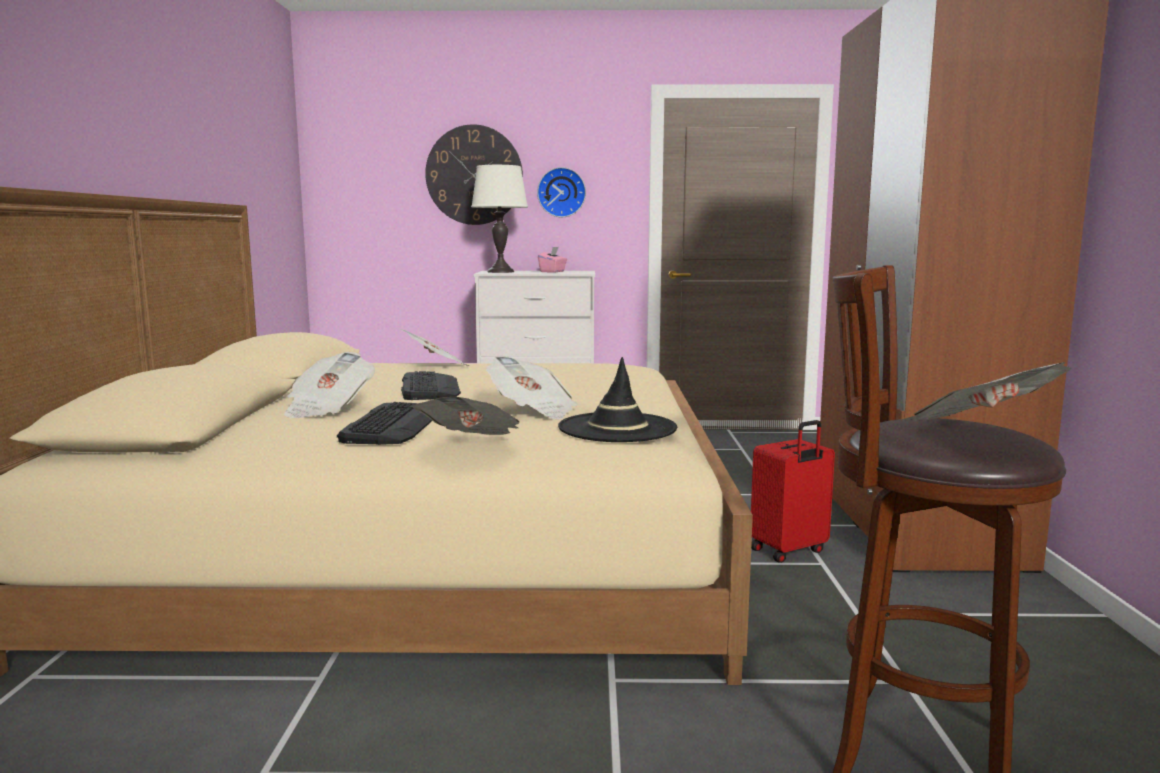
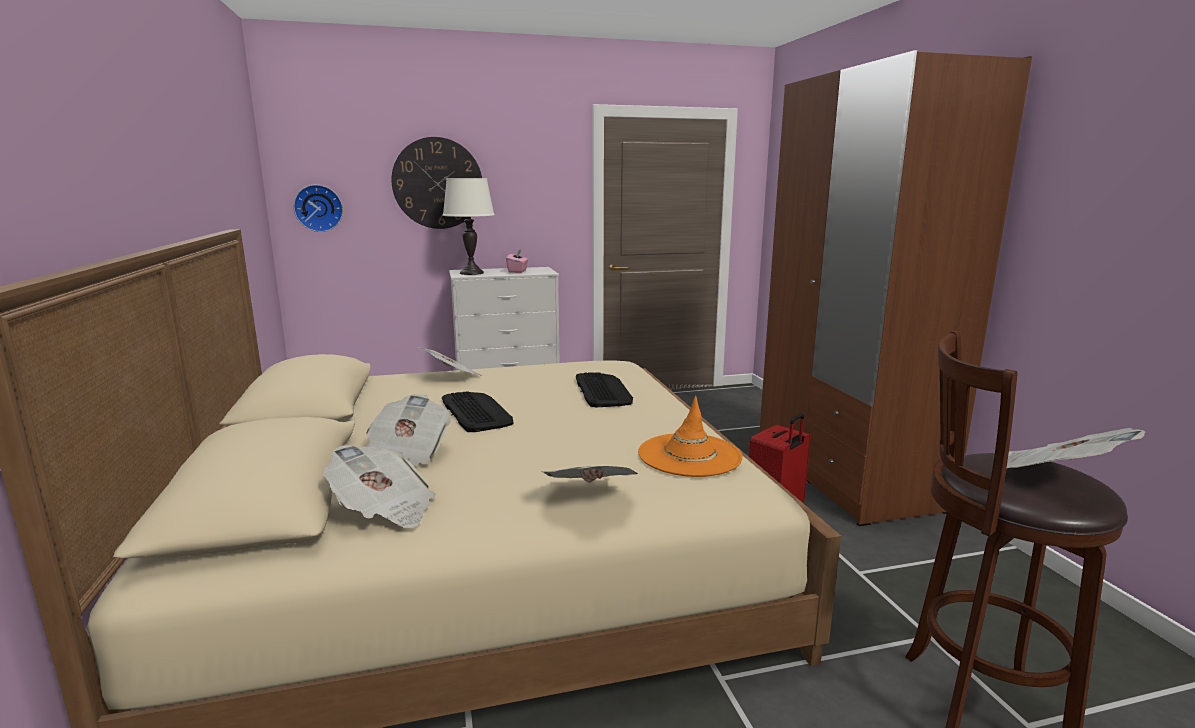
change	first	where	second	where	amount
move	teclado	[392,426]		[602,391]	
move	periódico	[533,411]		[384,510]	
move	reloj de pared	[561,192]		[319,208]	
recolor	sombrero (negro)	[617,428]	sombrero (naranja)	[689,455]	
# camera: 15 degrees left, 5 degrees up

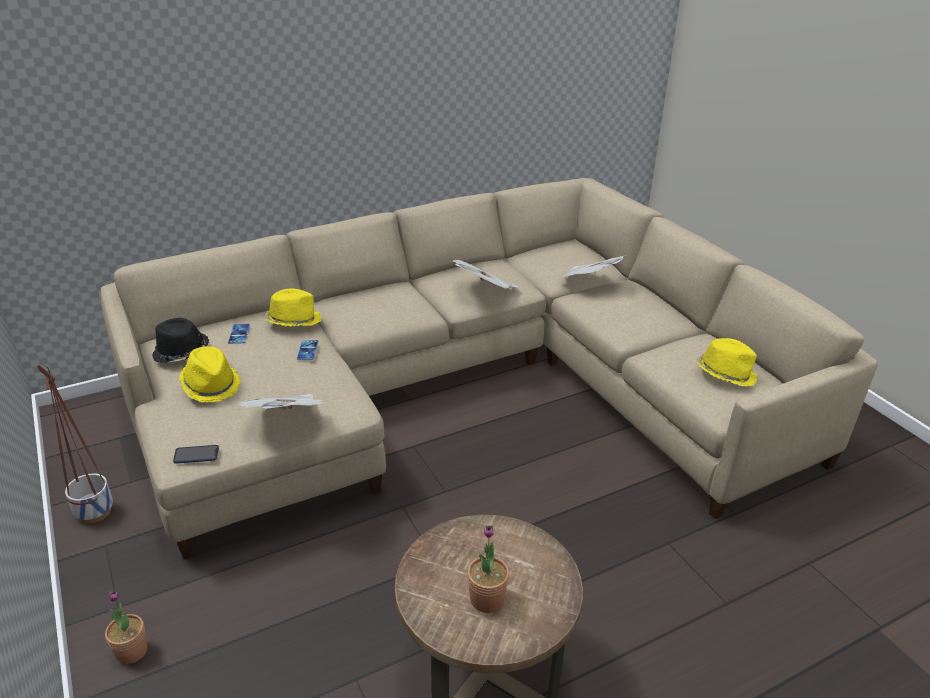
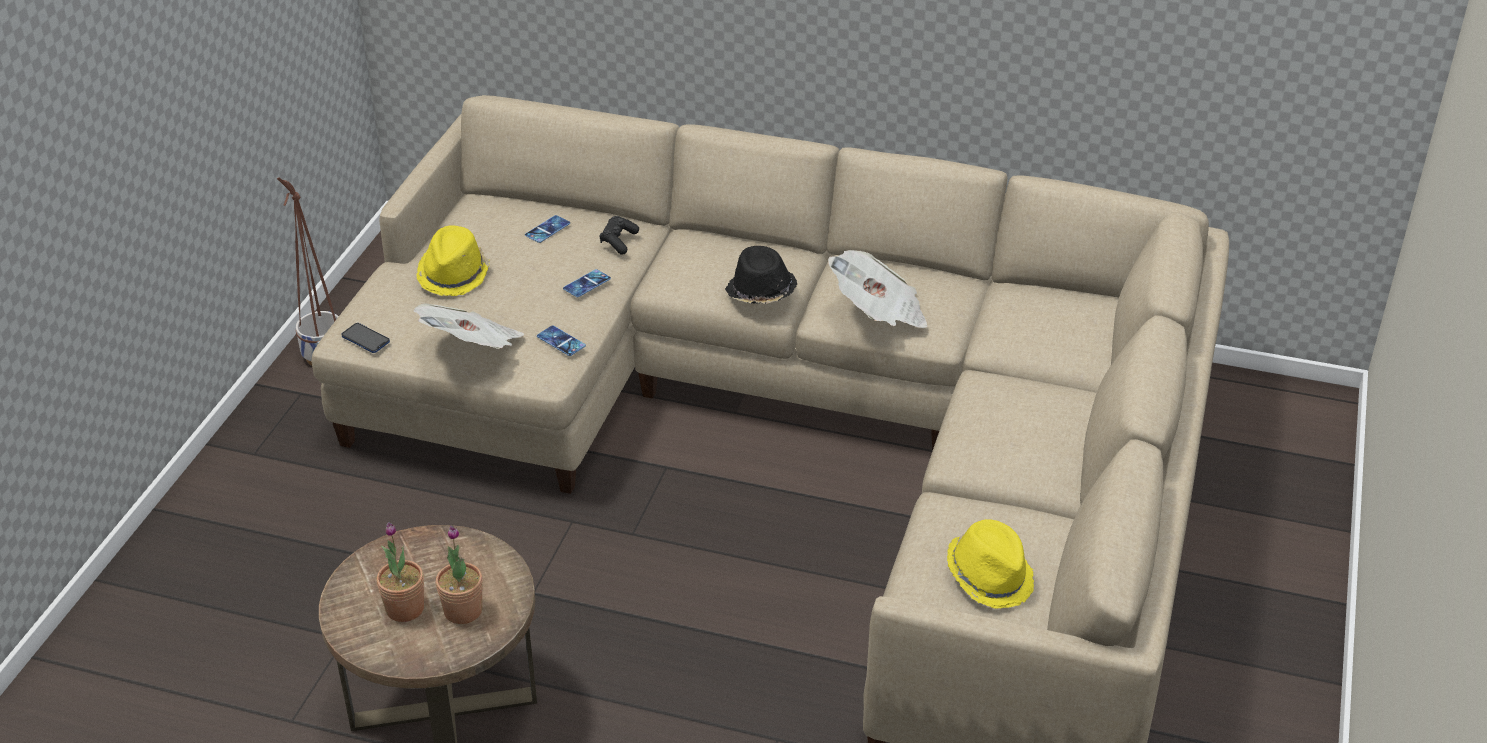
change	first	where	second	where	amount
move	planta en maceta	[132,651]		[463,611]	
move	sombrero (negro)	[181,353]		[761,292]	
replace	sombrero (amarillo)	[293,321]	mando de consola (negro)	[618,241]	
delete	periódico	[589,282]			
insert			móvil	[561,341]	
# camera: 45 degrees right, 5 degrees up

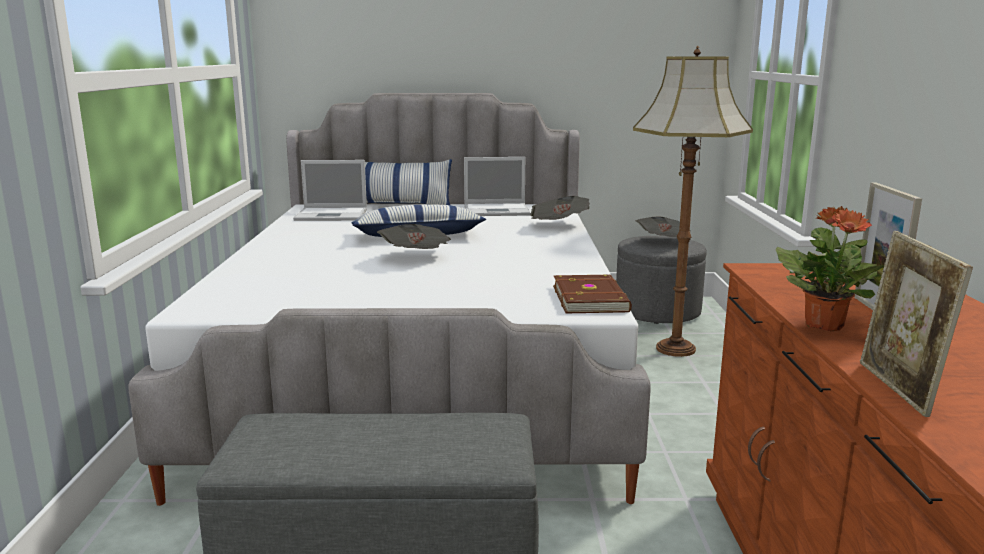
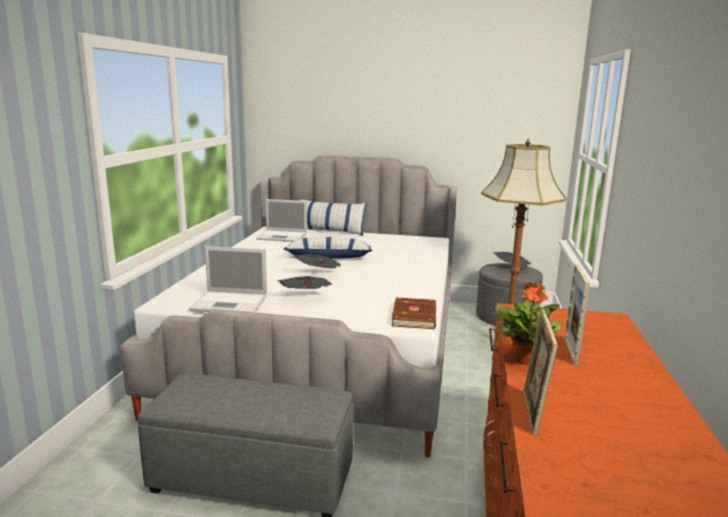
change	first	where	second	where	amount
move	portátil	[498,210]		[231,303]	
move	periódico	[559,226]		[305,297]	
# camera: 10 degrees right, 0 degrees up

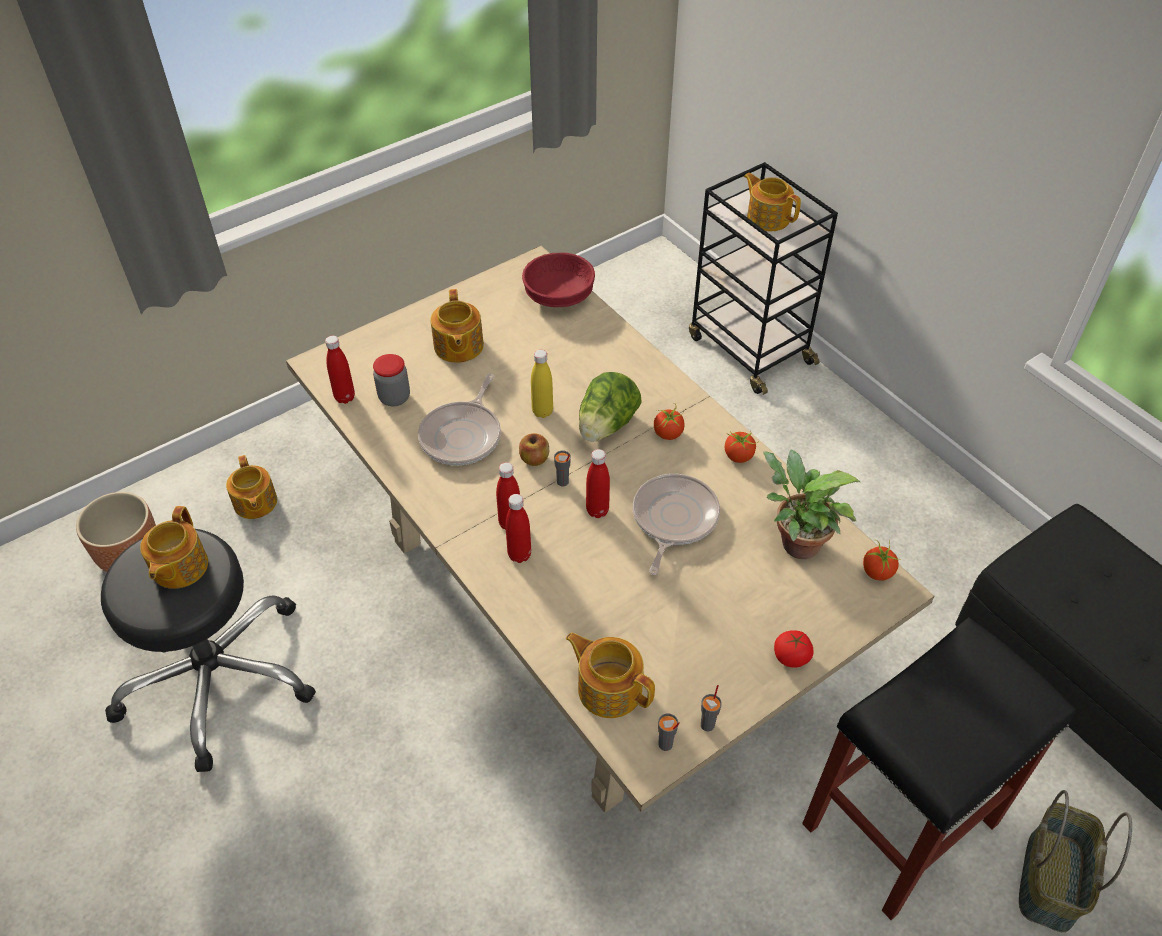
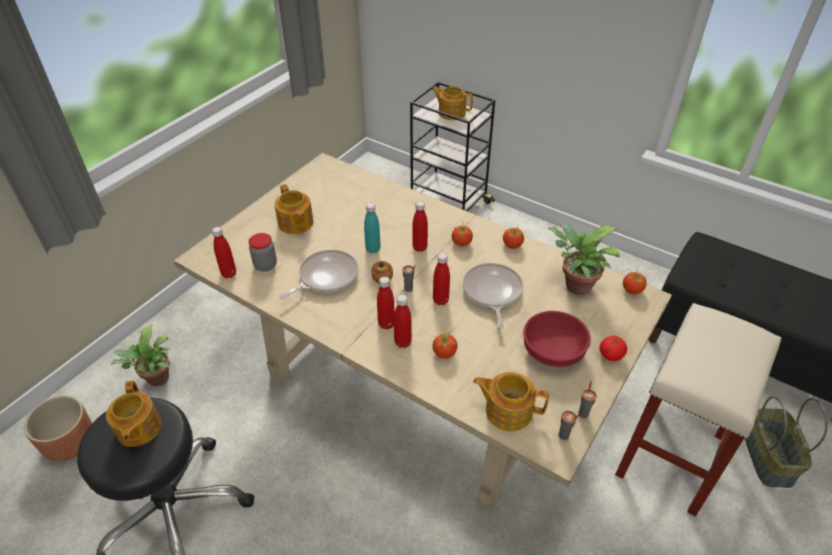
change	first	where	second	where	amount
replace	tetera	[255,503]	planta en maceta	[156,380]	
rotate	sartén	[463,435]		[326,277]	135 degrees counterclockwise
move	cuenco (rojo)	[560,296]		[554,350]	
recolor	botella (amarillo)	[542,411]	botella (turquesa)	[373,249]	
replace	lechuga	[606,426]	botella (rojo)	[419,247]	
recolor	taburete (negro)	[899,826]	taburete (beis)	[671,456]	
insert			tomate	[444,353]	
# camera: 20 degrees left, 5 degrees down

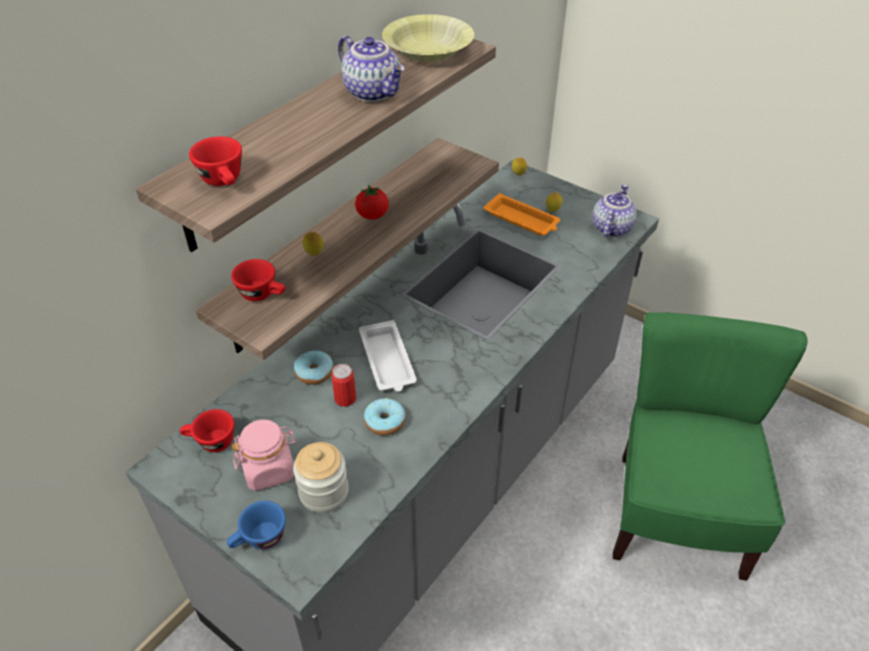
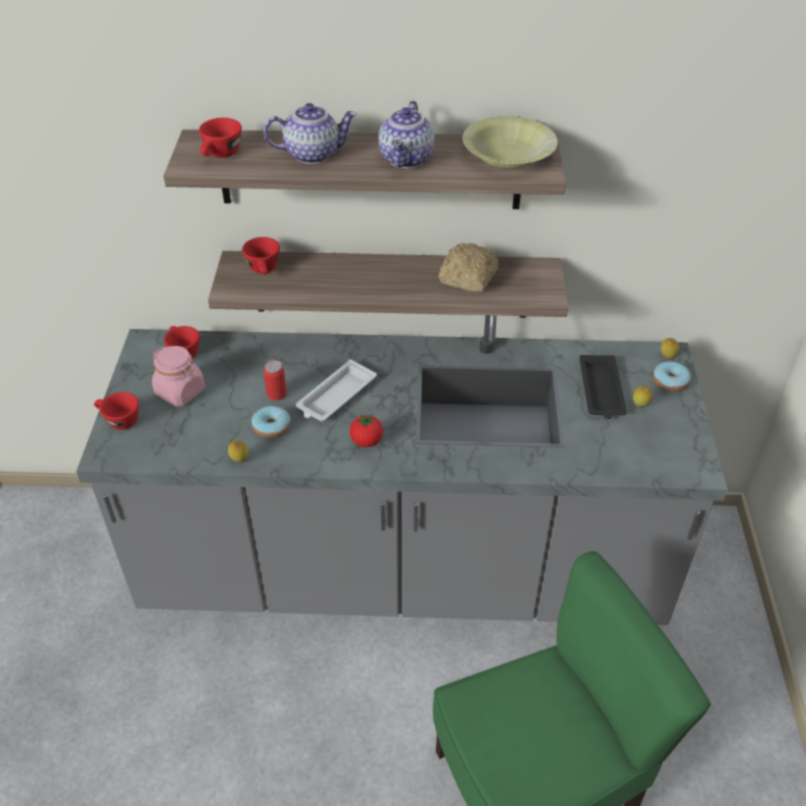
change	first	where	second	where	amount
recolor	taza (azul)	[259,540]	taza (rojo)	[118,420]	
delete	tarro	[324,492]			
move	rosquilla	[314,372]		[670,382]	
move	limón	[314,255]		[240,460]	
move	tomate	[372,215]		[366,441]	
recolor	bandeja (naranja)	[522,220]	bandeja (negro)	[601,391]	
move	tetera	[610,227]		[312,154]	
insert			pan	[467,278]	
# camera: 55 degrees right, 0 degrees up

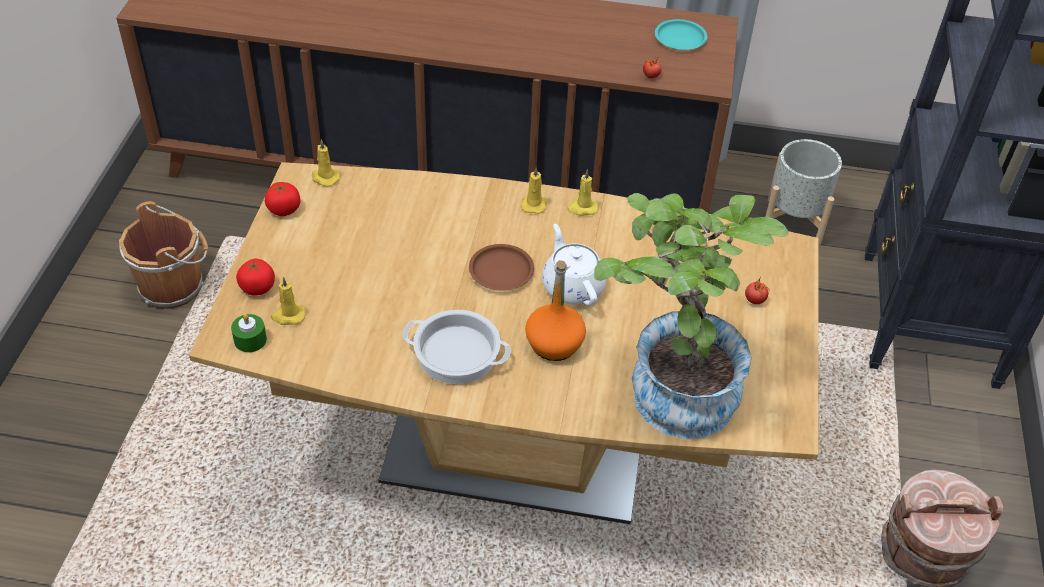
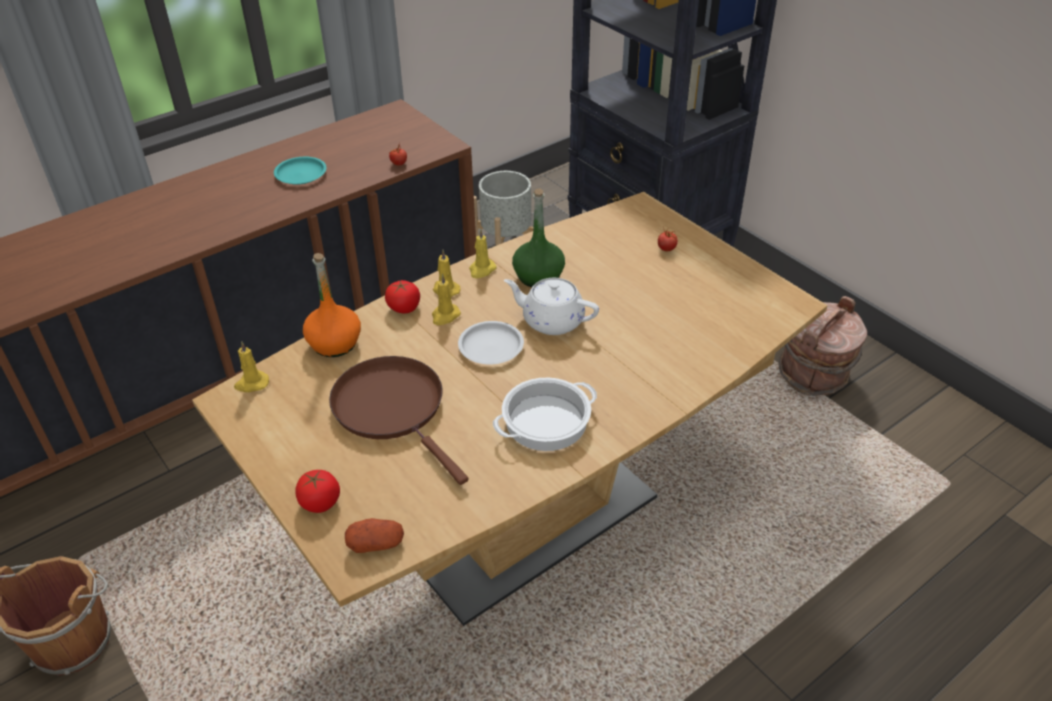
change	first	where	second	where	amount
replace	vela (verde)	[250,340]	patata	[376,544]	
move	tomate	[284,209]		[404,308]	
move	vela (amarillo)	[288,316]		[445,316]	
recolor	plato (marrón)	[501,271]	plato (blanco)	[490,347]	
move	botella (naranja)	[554,344]		[335,343]	
delete	planta en maceta	[670,388]			
move	plato (turquesa)	[680,39]		[301,174]	
insert			sartén (marrón)	[393,408]	
insert			botella (verde)	[538,277]	
# camera: 45 degrees left, 5 degrees down

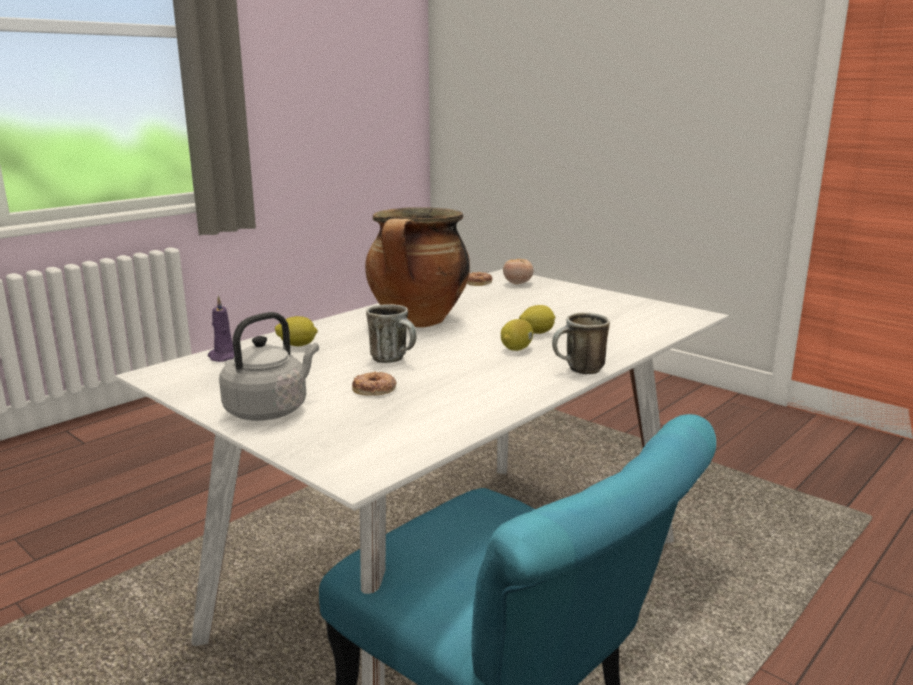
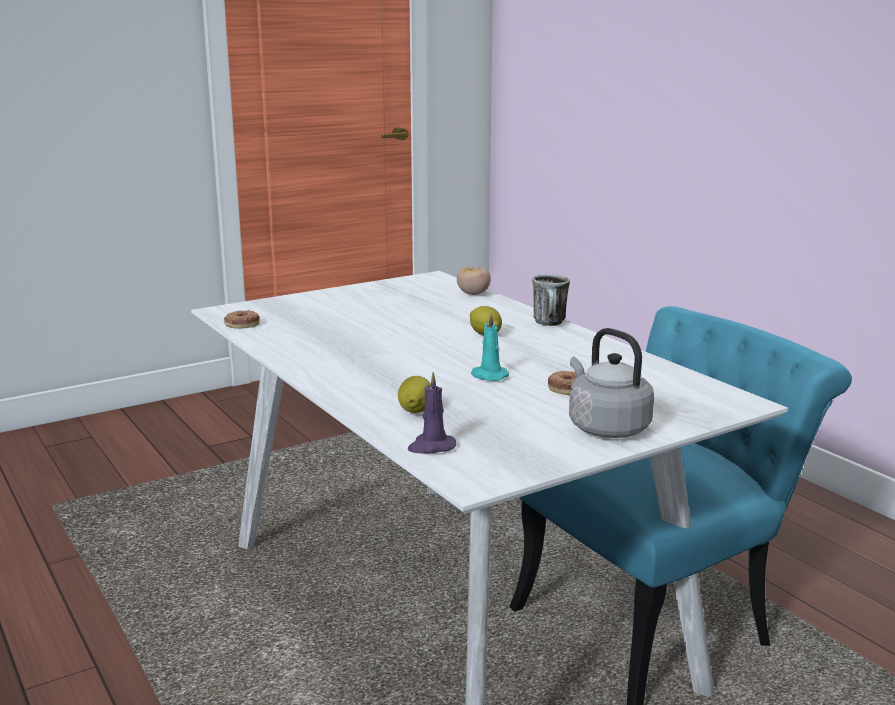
change	first	where	second	where	amount
delete	olla	[418,322]			
replace	taza grande	[394,359]	vela (turquesa)	[488,376]	
move	tomate	[517,283]		[473,294]	
delete	limón	[536,333]			
# camera: 75 degrees left, 0 degrees up

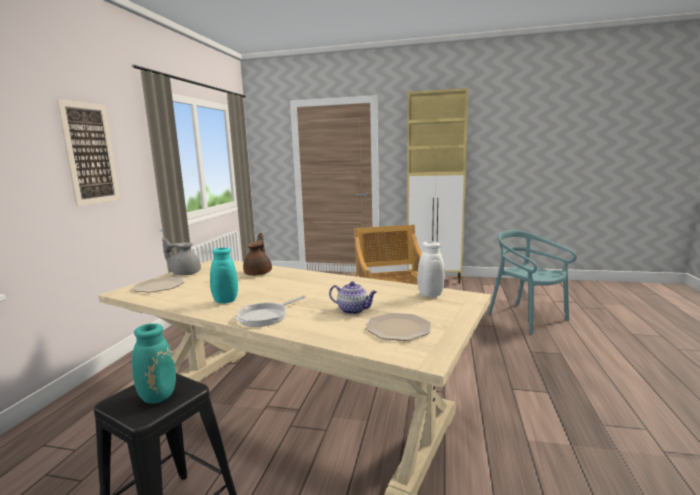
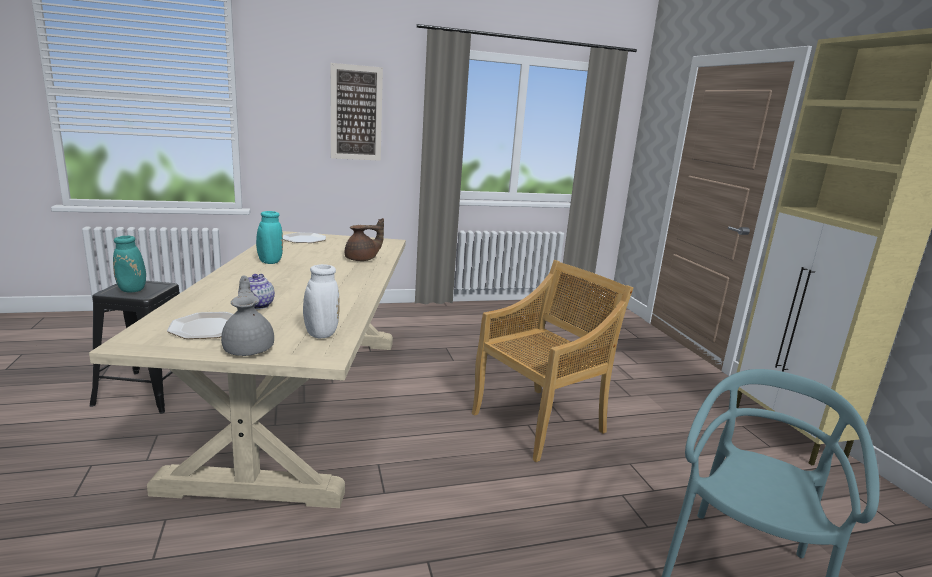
change	first	where	second	where	amount
move	tetera (gris)	[185,273]		[249,348]	
delete	sartén	[266,316]			
# camera: 60 degrees right, 5 degrees up

